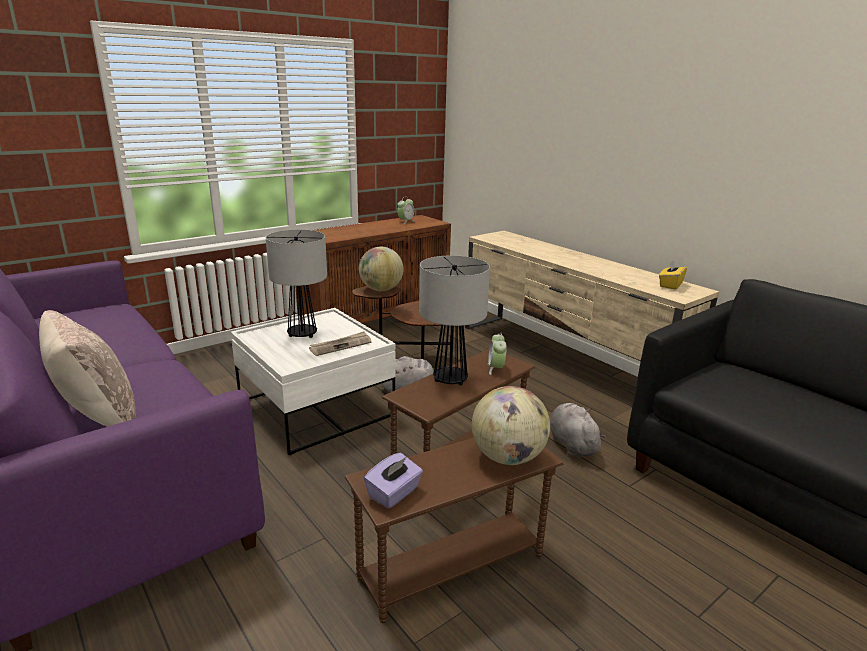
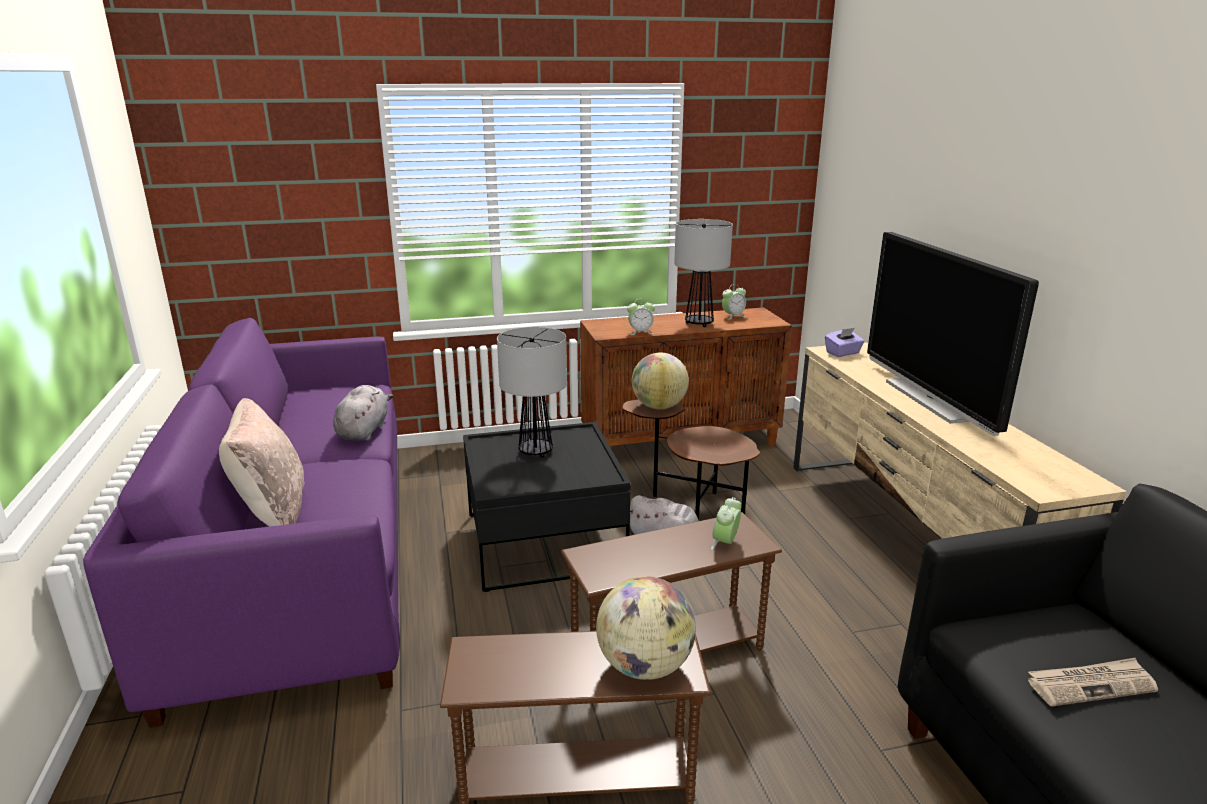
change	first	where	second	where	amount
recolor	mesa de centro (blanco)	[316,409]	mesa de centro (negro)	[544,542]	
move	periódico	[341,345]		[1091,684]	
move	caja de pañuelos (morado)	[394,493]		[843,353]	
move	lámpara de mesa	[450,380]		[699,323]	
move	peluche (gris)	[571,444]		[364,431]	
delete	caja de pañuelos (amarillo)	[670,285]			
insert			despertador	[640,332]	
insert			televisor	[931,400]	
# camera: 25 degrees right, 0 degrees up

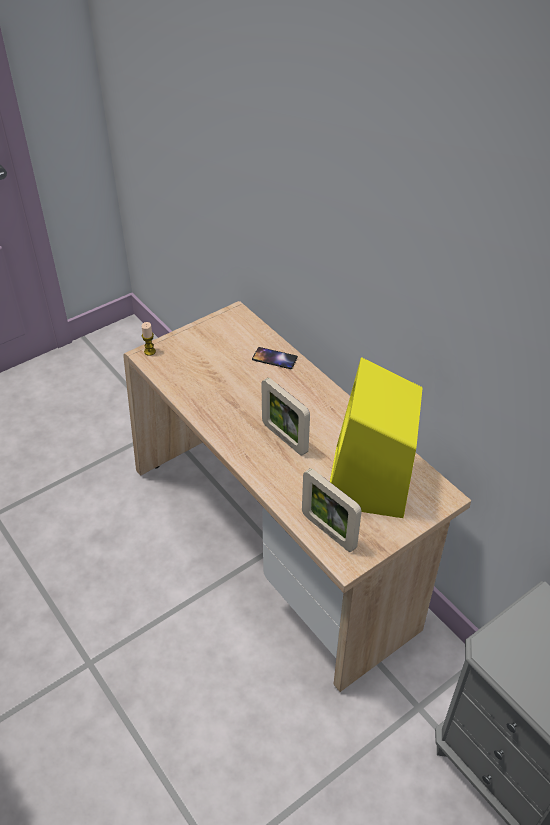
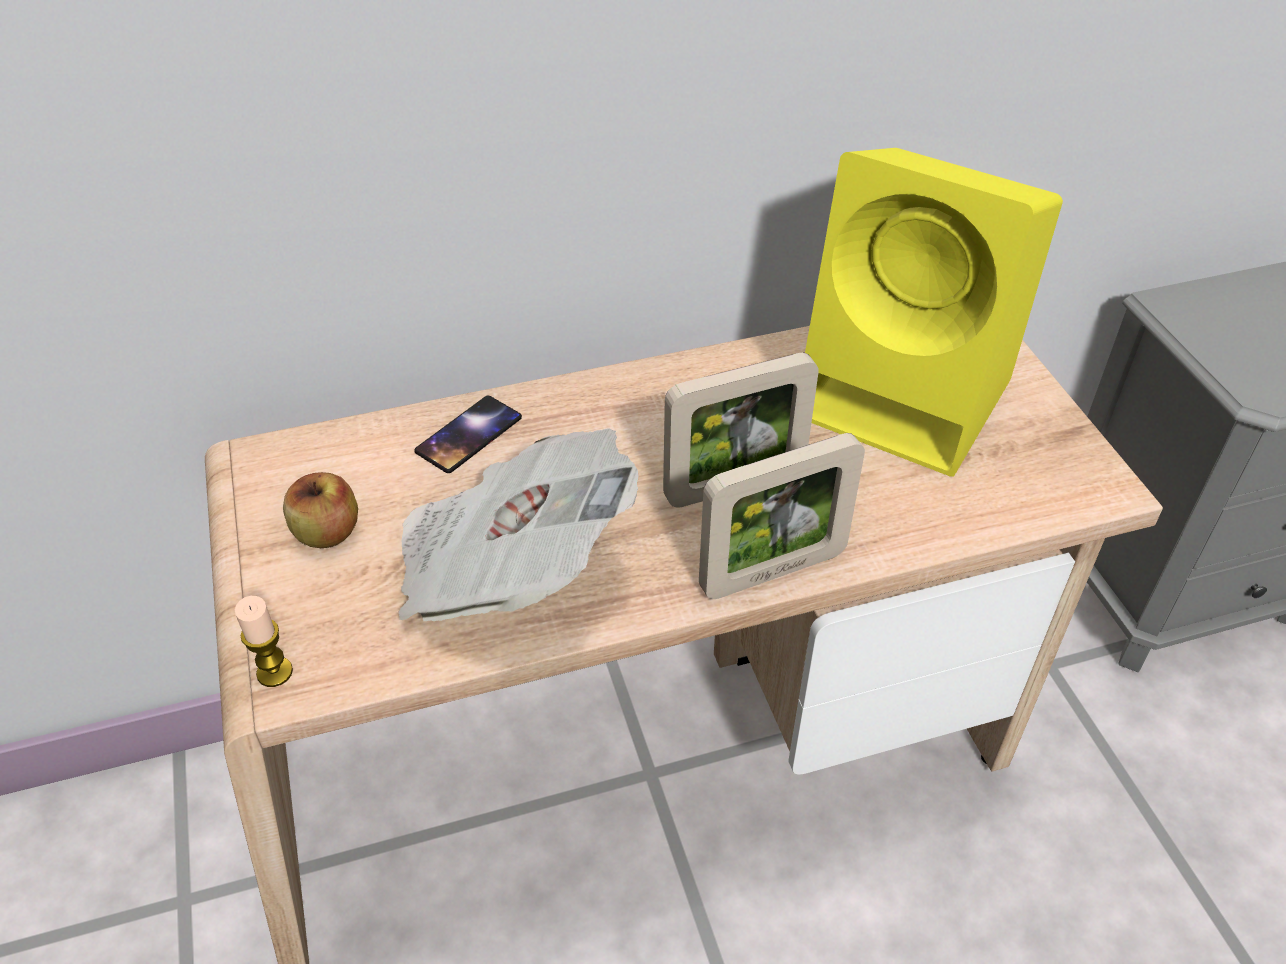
change	first	where	second	where	amount
move	portarretratos	[328,531]		[773,571]	
insert			manzana	[327,532]	
insert			periódico	[510,567]	
# camera: 70 degrees left, 0 degrees up

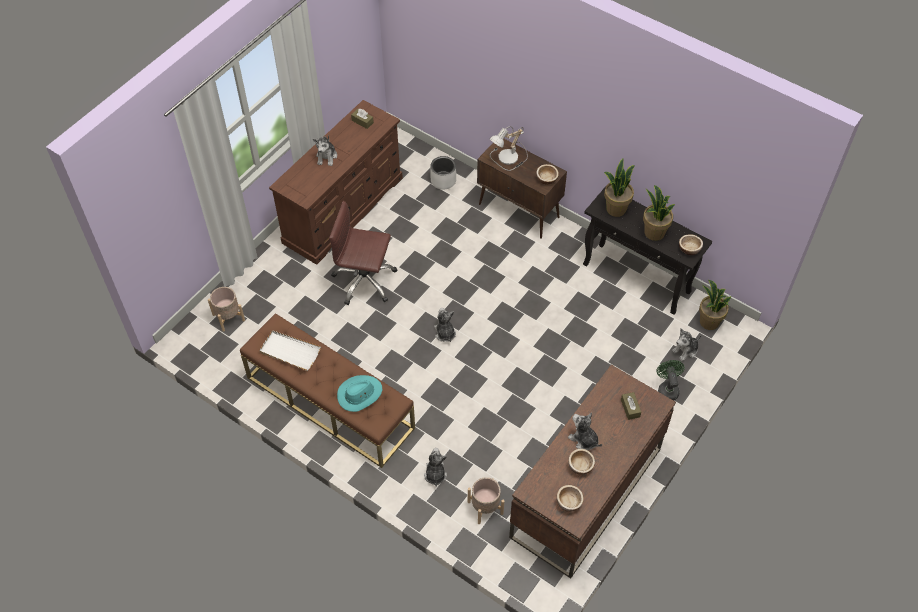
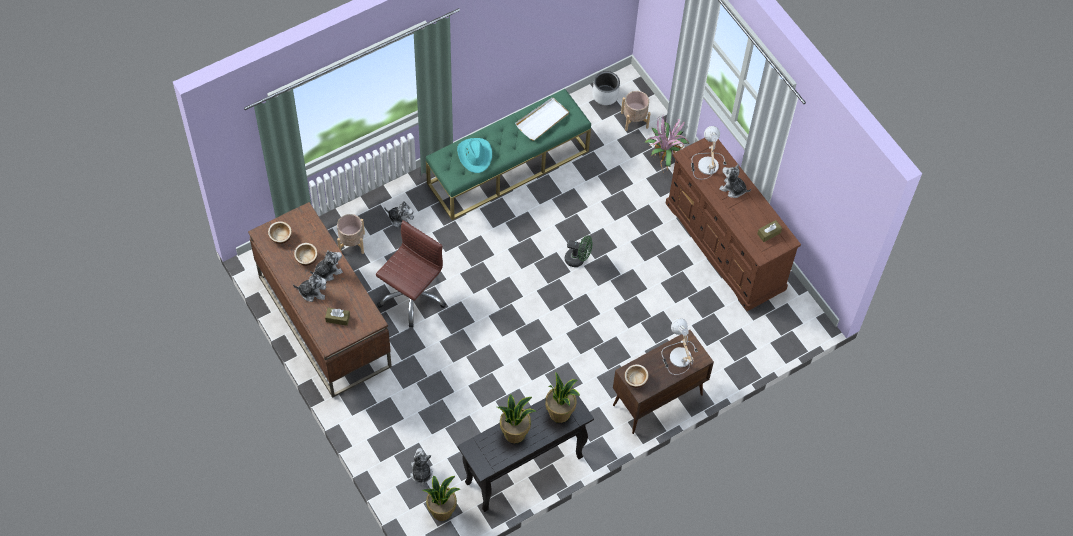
change	first	where	second	where	amount
recolor	banco (marrón)	[329,402]	banco (verde)	[508,167]	
move	silla de oficina (marrón)	[364,281]		[411,296]	
move	maceta (blanco)	[443,180]		[605,95]	
move	peluche	[445,333]		[312,292]	
move	ventilador (verde)	[667,389]		[578,259]	
delete	cuenco	[689,249]			
insert			planta en maceta	[665,155]	
insert			lámpara de mesa	[706,164]	
# camera: 110 degrees right, 5 degrees up

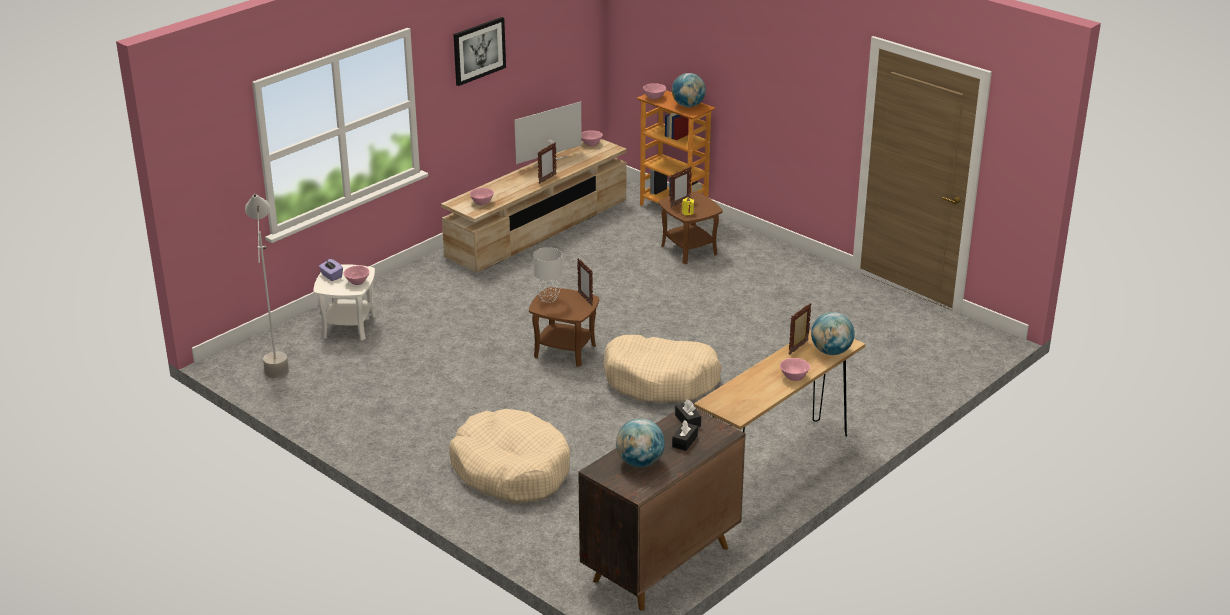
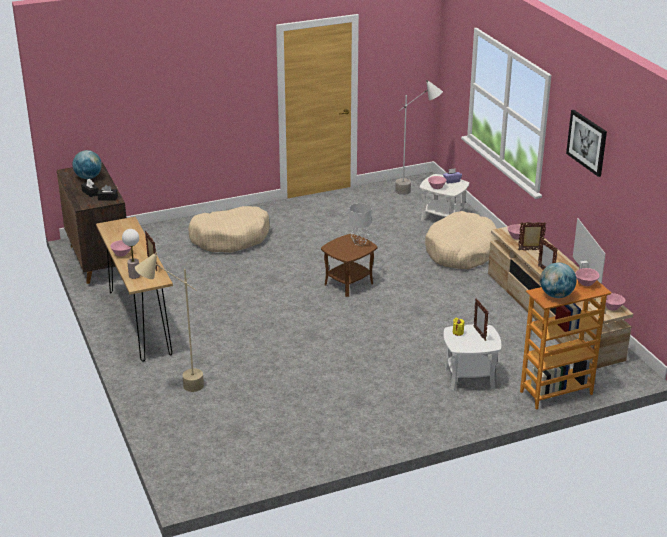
change	first	where	second	where	amount
move	portarretratos	[585,299]		[530,250]	
move	cama para perro (beis)	[661,381]		[461,251]	
recolor	mesa auxiliar (marrón)	[689,250]	mesa auxiliar (blanco)	[469,378]	
replace	globo terráqueo	[831,352]	lámpara de mesa	[134,275]	
insert			lámpara de pie (beis)	[176,388]	
# camera: 115 degrees right, 0 degrees up

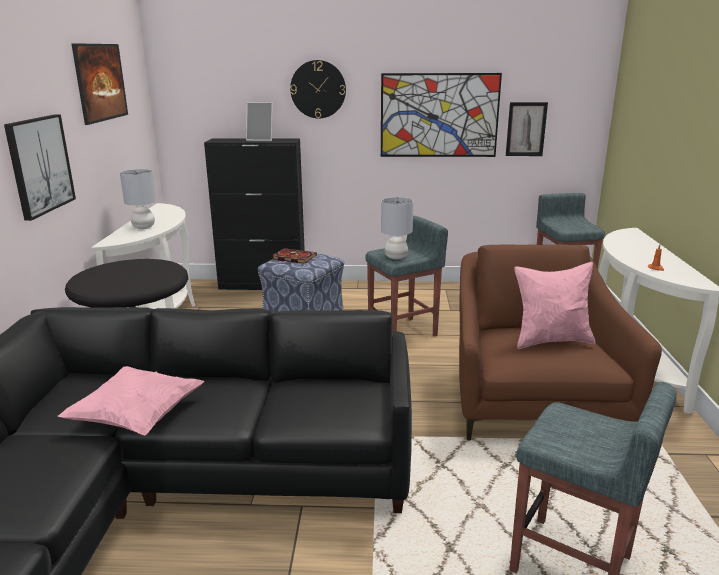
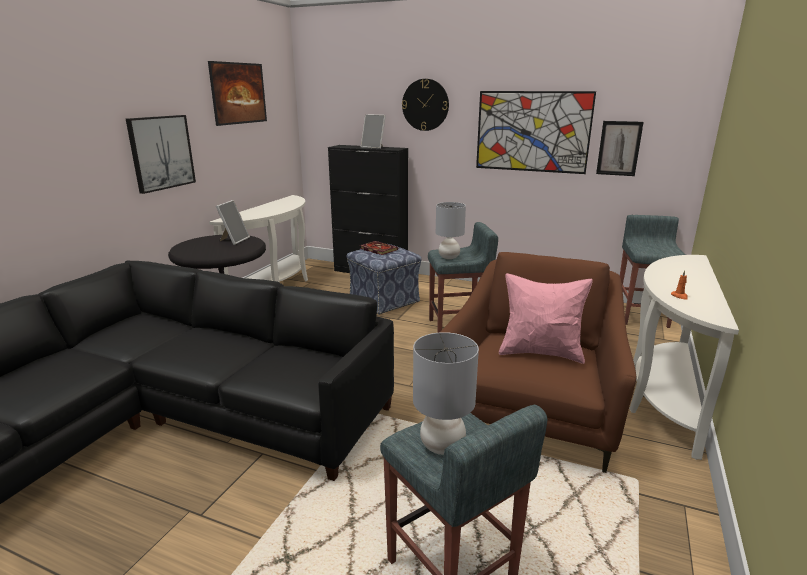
change	first	where	second	where	amount
delete	cojín (rosa)	[137,418]			
move	lámpara de mesa (gris)	[143,227]		[442,446]	
insert			portarretratos	[234,240]	
# camera: 20 degrees right, 0 degrees up

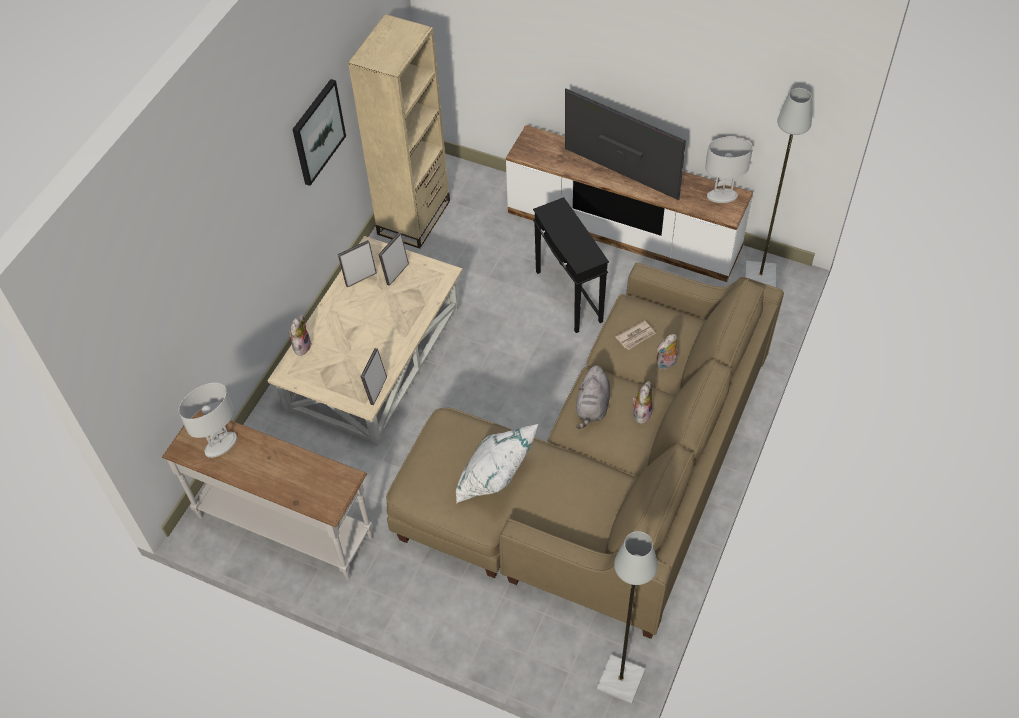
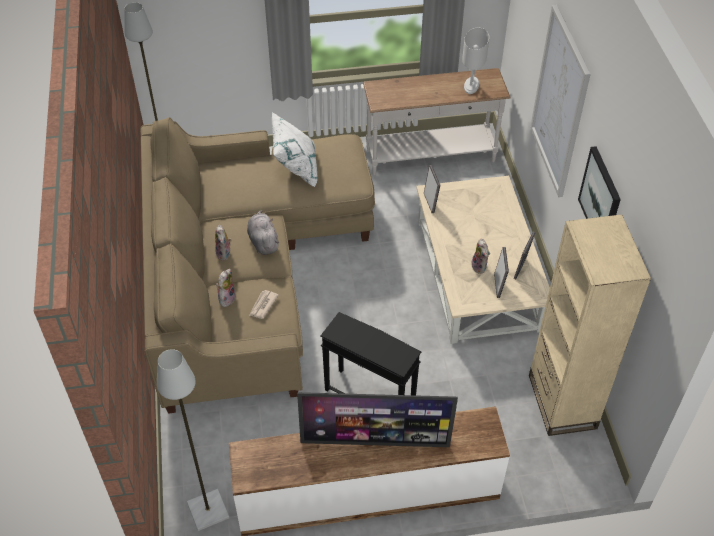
change	first	where	second	where	amount
move	peluche	[301,346]		[480,267]	
delete	lámpara de mesa (blanco)	[722,196]			
insert			cuadro	[560,103]	
# camera: 145 degrees right, 5 degrees down

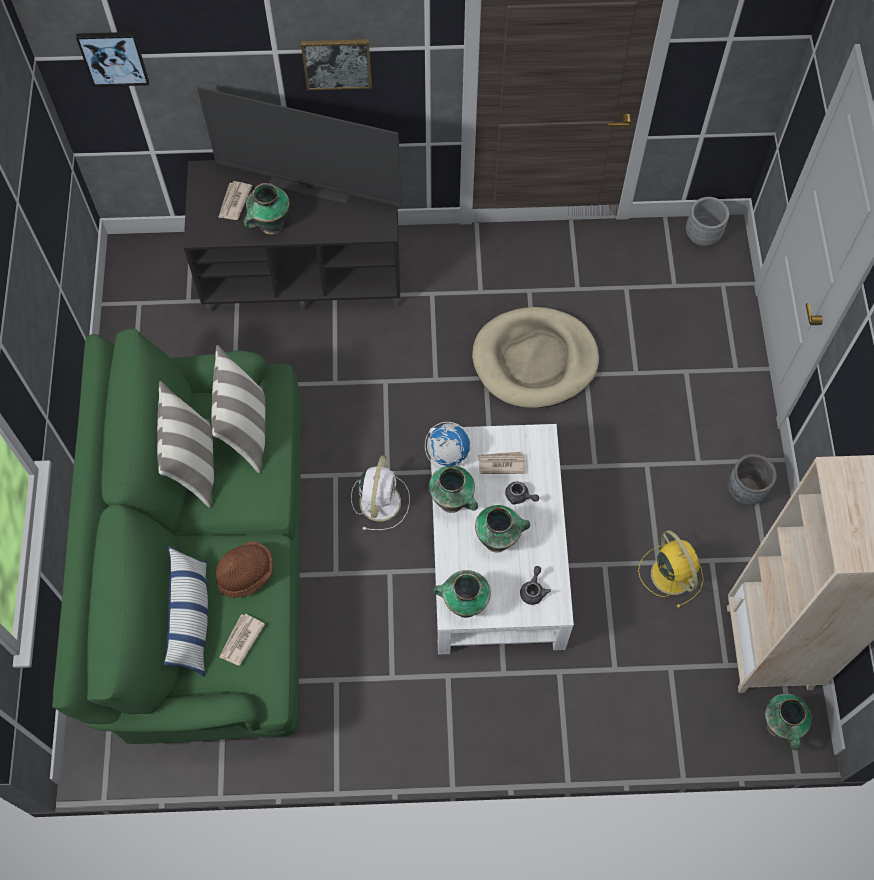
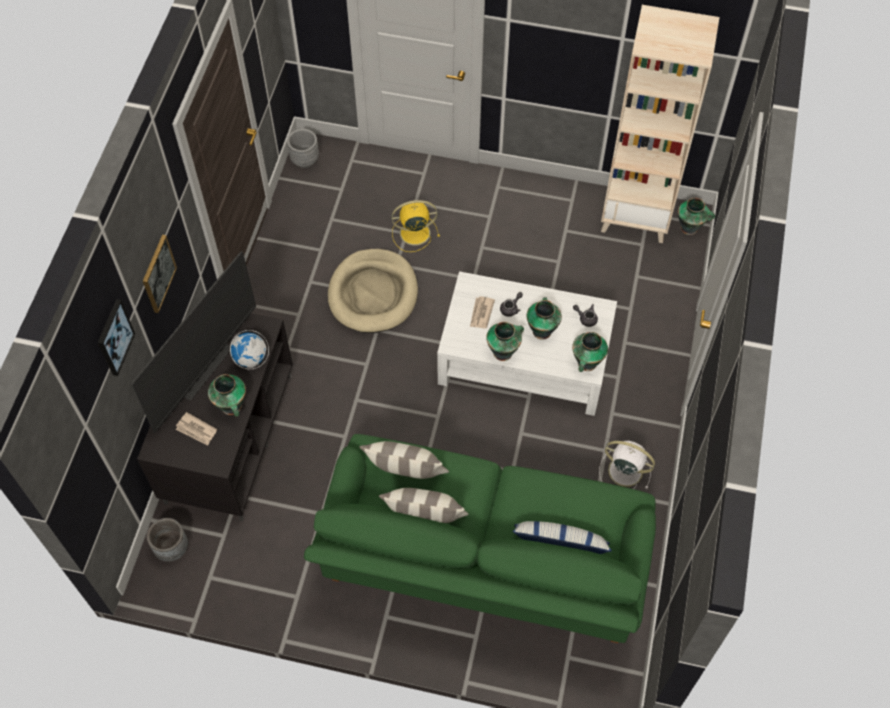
change	first	where	second	where	amount
move	cuadro	[113,57]		[114,337]	
delete	sombrero (marrón)	[246,574]			
delete	periódico	[241,640]			
move	ventilador (blanco)	[380,500]		[623,470]	
move	globo terráqueo	[447,454]		[251,359]	
move	ventilador (amarillo)	[671,572]		[413,233]	
move	maceta (gris)	[745,490]		[172,548]	
# camera: 75 degrees left, 5 degrees down

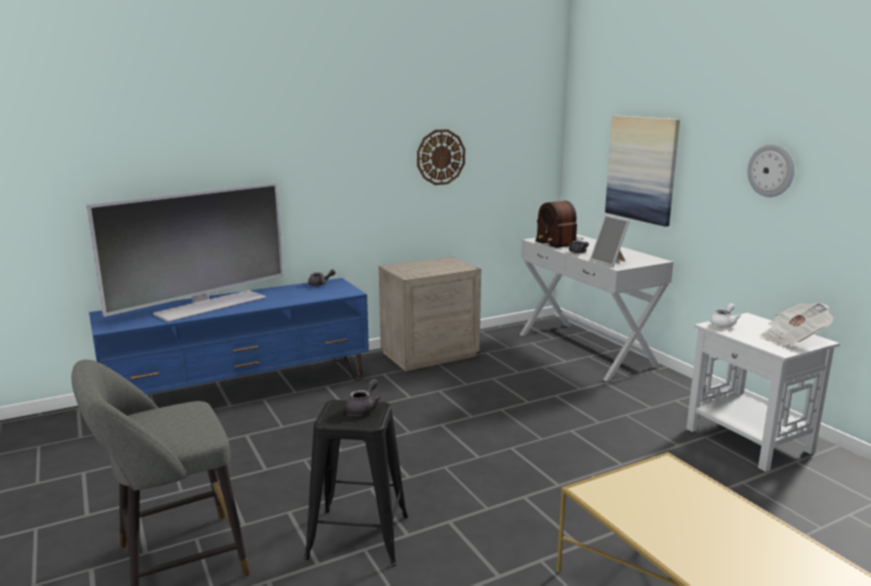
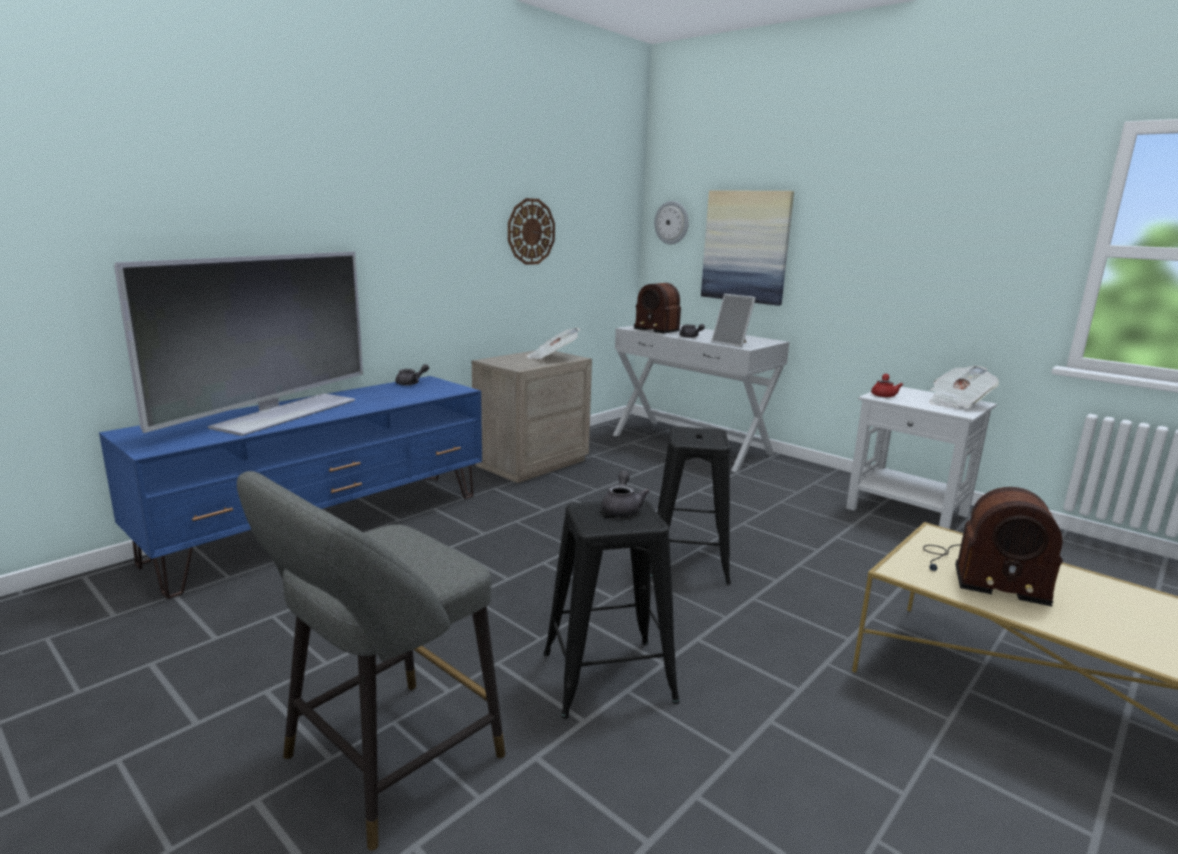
change	first	where	second	where	amount
recolor	tetera (blanco)	[723,324]	tetera (rojo)	[884,394]	
move	reloj de pared	[771,170]		[672,222]	
insert			periódico	[552,358]	
insert			taburete (negro)	[689,560]	
insert			radio	[982,574]	
# camera: 20 degrees left, 0 degrees up

